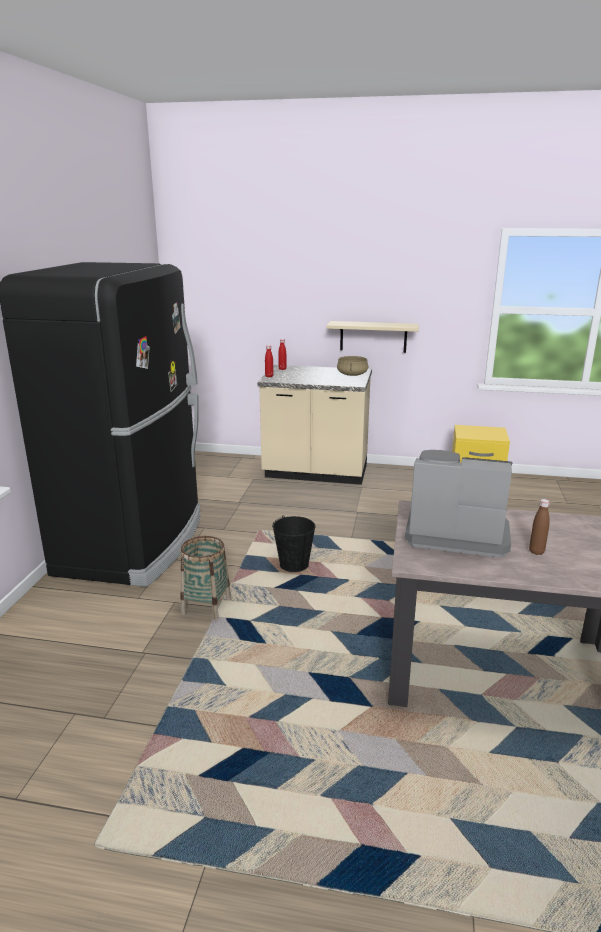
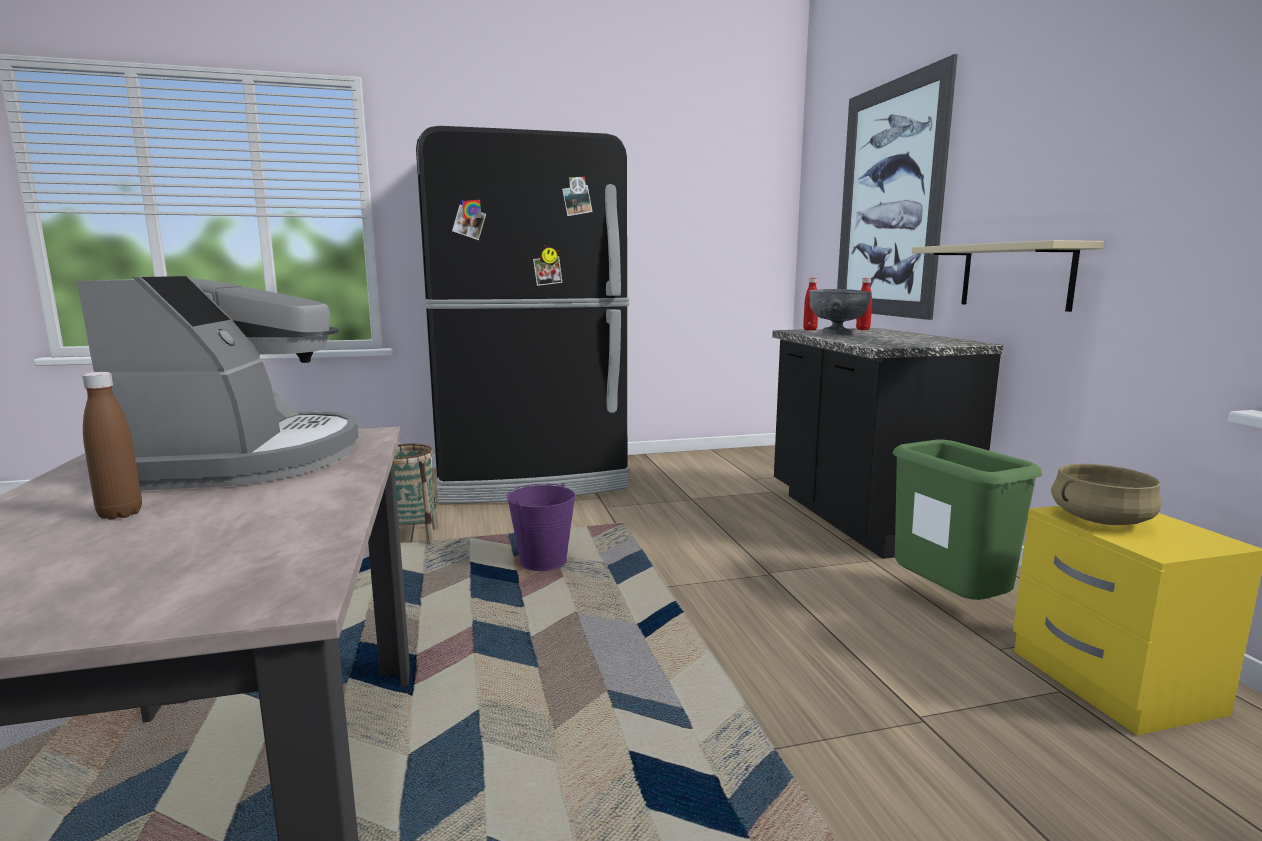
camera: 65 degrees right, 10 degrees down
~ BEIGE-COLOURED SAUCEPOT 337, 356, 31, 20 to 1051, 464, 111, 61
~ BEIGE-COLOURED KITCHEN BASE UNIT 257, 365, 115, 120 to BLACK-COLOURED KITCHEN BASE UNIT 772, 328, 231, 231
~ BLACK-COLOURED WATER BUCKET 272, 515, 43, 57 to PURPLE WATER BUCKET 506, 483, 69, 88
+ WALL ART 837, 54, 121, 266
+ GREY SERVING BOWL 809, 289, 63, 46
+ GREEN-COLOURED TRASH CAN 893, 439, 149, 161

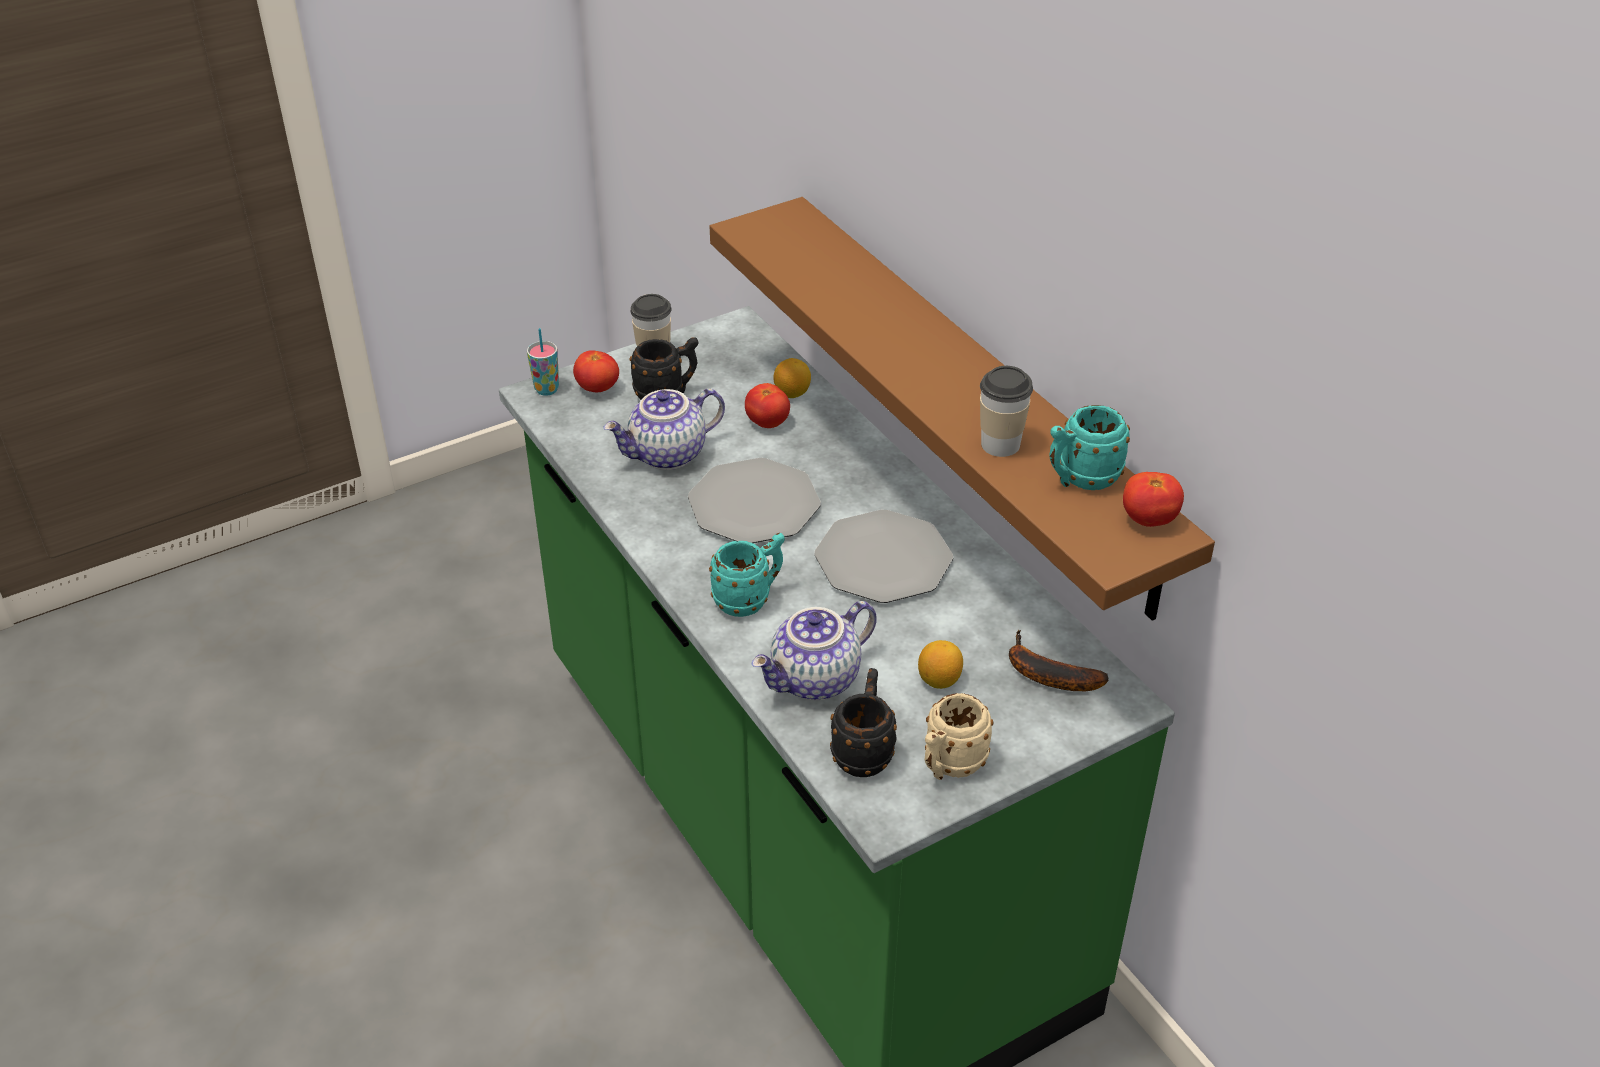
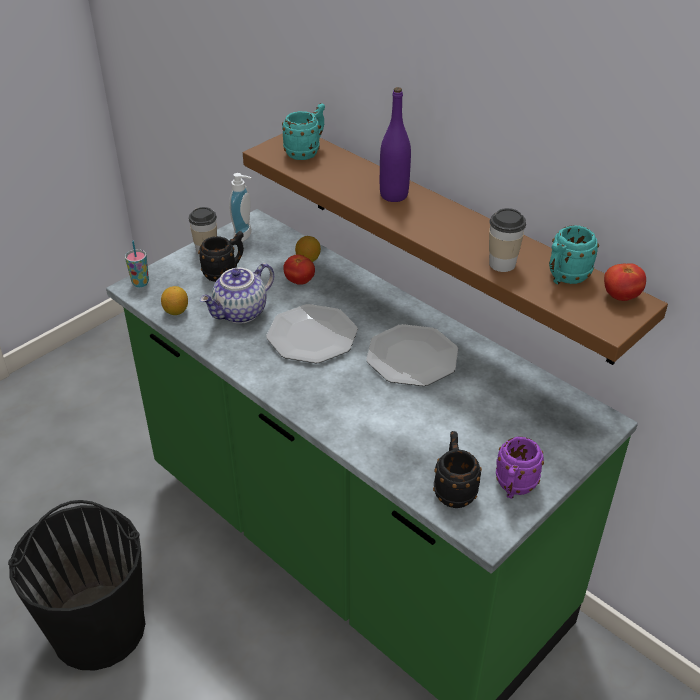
camera: 15 degrees left, 0 degrees up
- WHOLE TOMATO 573, 350, 46, 42
~ BLUE-GREEN COFFEE MUG 709, 533, 76, 84 to 282, 103, 43, 57
- POT FOR TEA 752, 601, 125, 99
- BANANA 1009, 630, 99, 61
~ LEMON 918, 640, 45, 49 to 161, 286, 27, 29
~ BEIGE-COLOURED COFFEE MUG 924, 693, 70, 87 to PURPLE COFFEE MUG 496, 437, 48, 62
+ PURPLE BEVERAGE BOTTLE 380, 87, 31, 115
+ LIQUID SOAP BOTTLE 229, 173, 23, 69
+ BLACK-COLOURED WATER BUCKET 8, 500, 138, 170

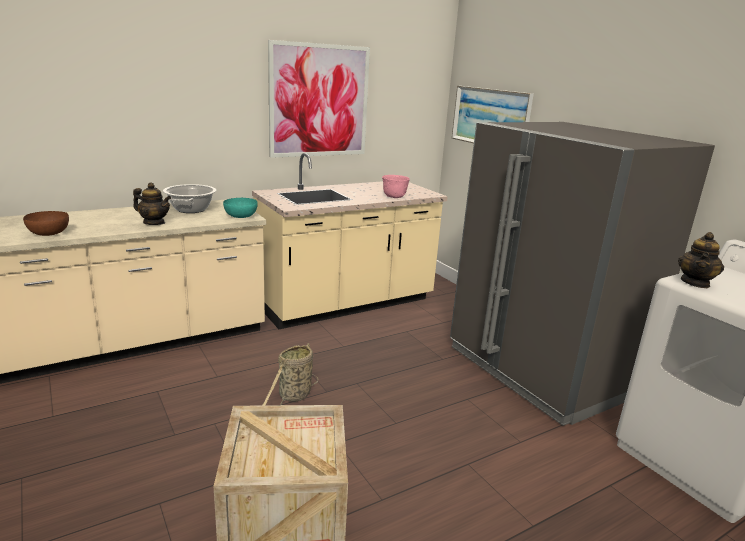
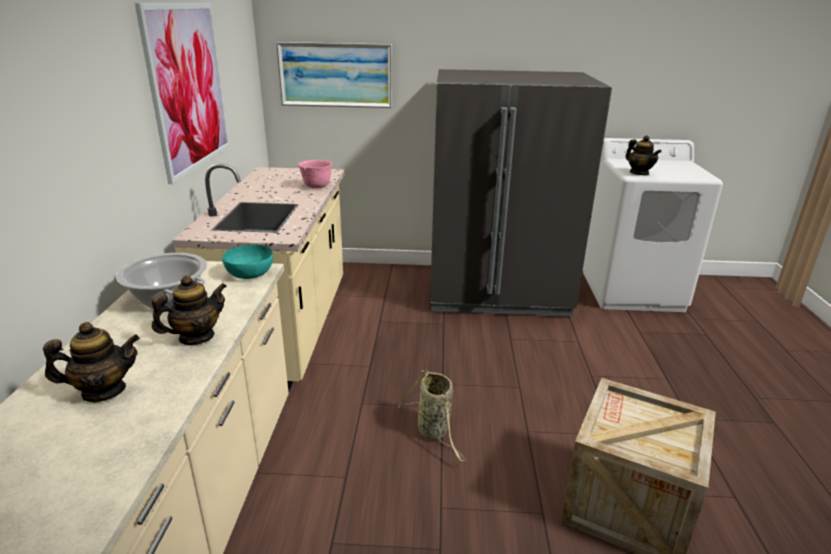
camera: 55 degrees left, 5 degrees up
- BROWNISH SERVING BOWL 23, 211, 46, 25
+ POT FOR TEA 43, 322, 97, 80

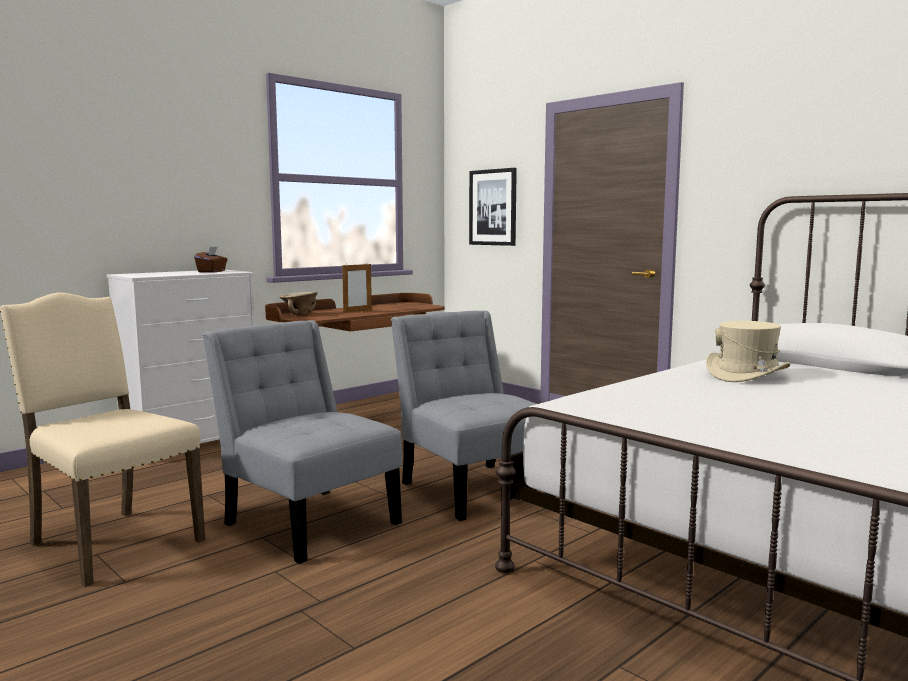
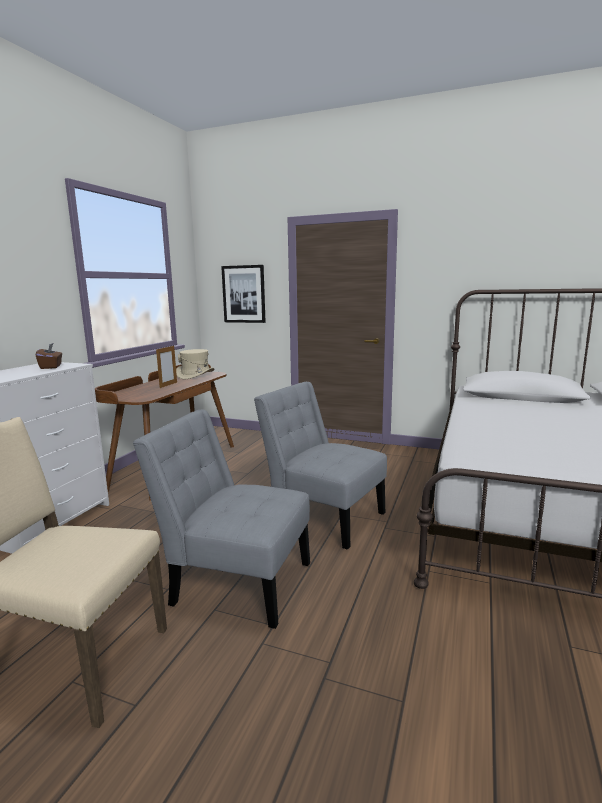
camera: 25 degrees left, 5 degrees up
- BEIGE-COLOURED SERVING BOWL 279, 292, 39, 23
~ BEIGE-COLOURED WEARABLE HAT 706, 321, 84, 61 to 176, 349, 39, 30

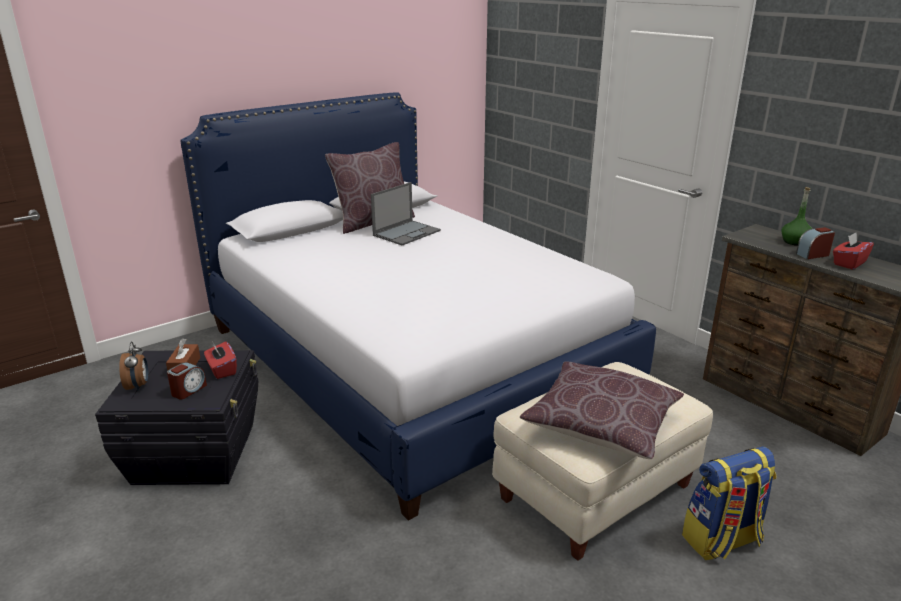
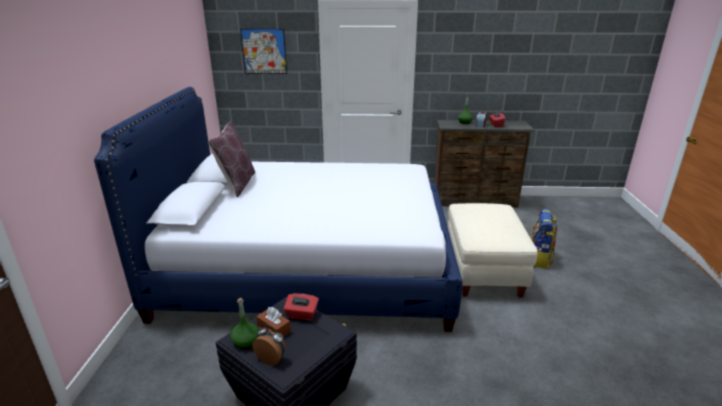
camera: 50 degrees left, 0 degrees up
- NOTEBOOK COMPUTER 371, 182, 70, 63
- BROWNISH THROW PILLOW 520, 361, 164, 98
- ALARM CLOCK 167, 362, 40, 37
+ WALL ART 240, 29, 47, 45
+ GREEN-COLOURED BEVERAGE BOTTLE 231, 298, 28, 51

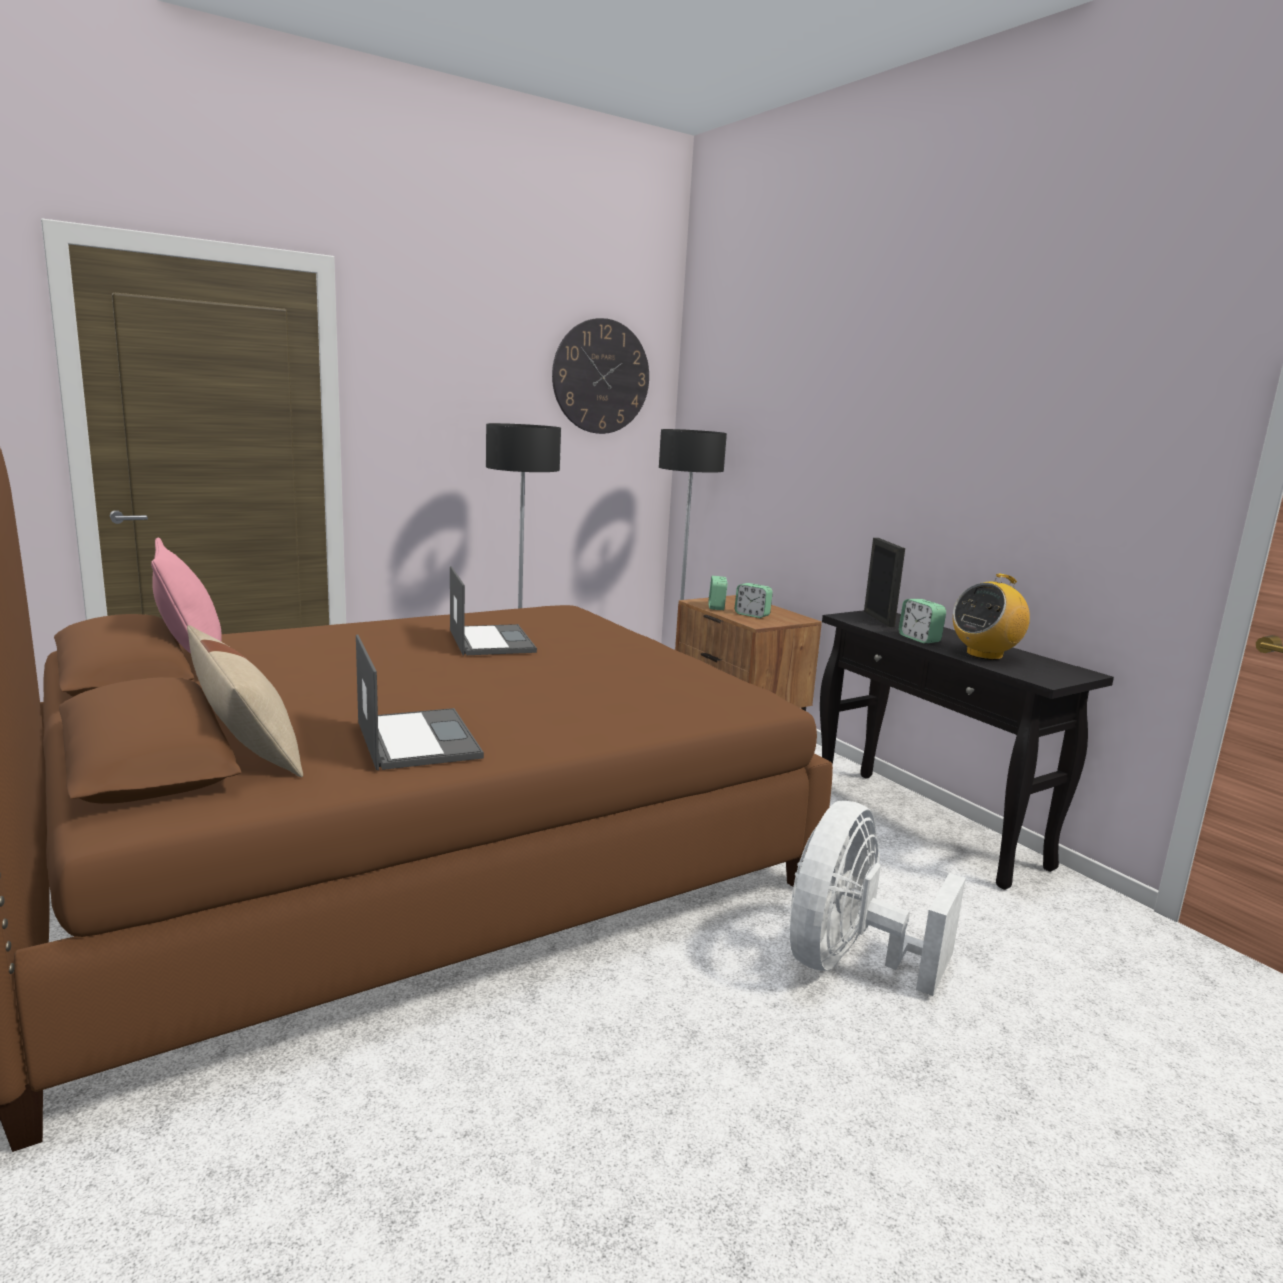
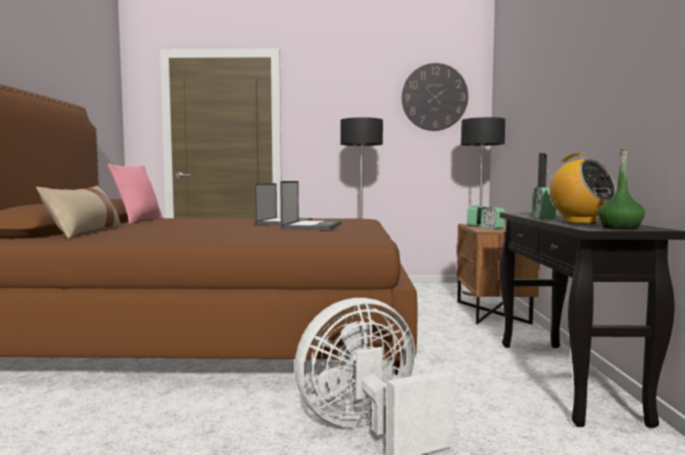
camera: 35 degrees right, 10 degrees down
~ RADIO 953, 574, 77, 86 = 548, 153, 69, 71 120 degrees counterclockwise
~ NOTEBOOK COMPUTER 356, 634, 128, 136 to 280, 181, 62, 49
+ GREEN-COLOURED BEVERAGE BOTTLE 598, 148, 47, 81

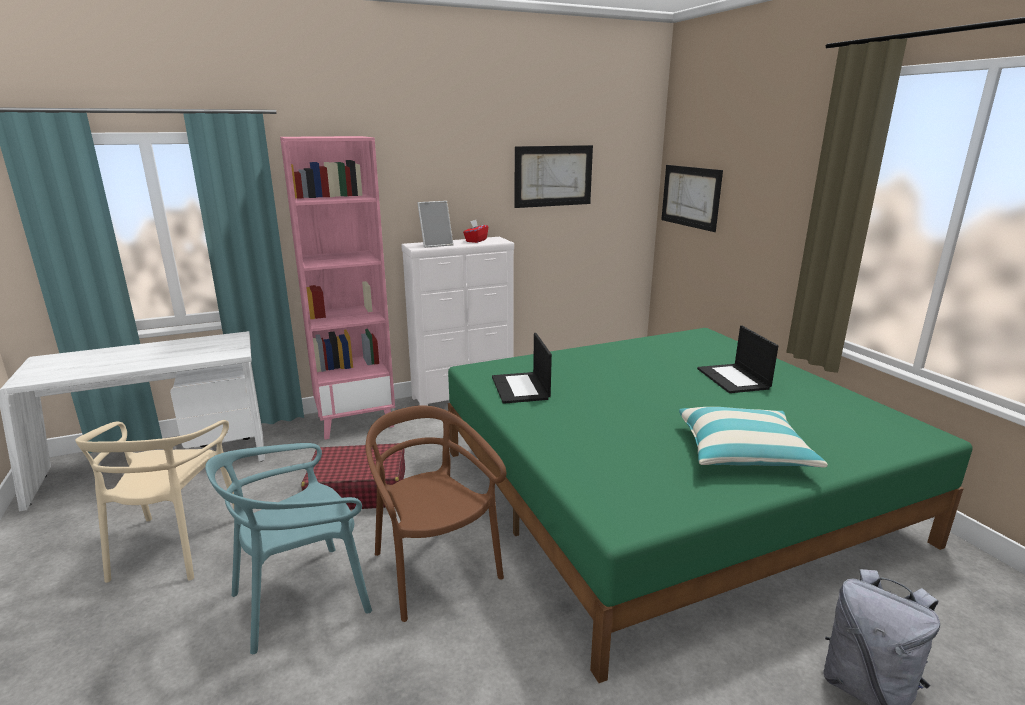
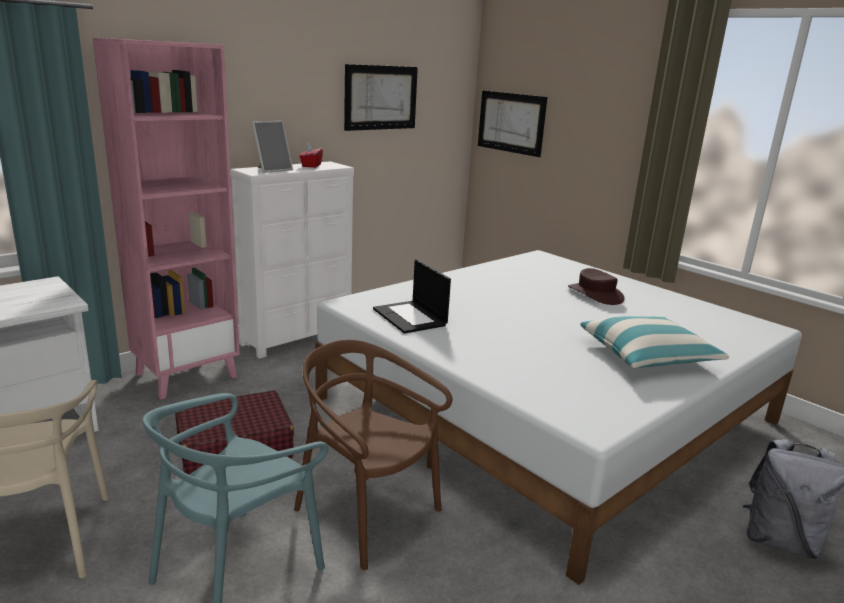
camera: 20 degrees left, 0 degrees up
~ NOTEBOOK COMPUTER 697, 326, 81, 67 to BROWNISH WEARABLE HAT 568, 268, 57, 37
~ GREEN-COLOURED BED 448, 328, 525, 355 to WHITE BED 315, 250, 487, 335

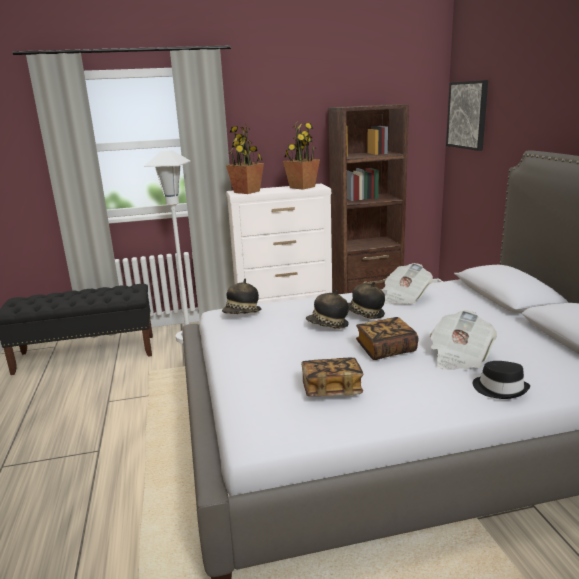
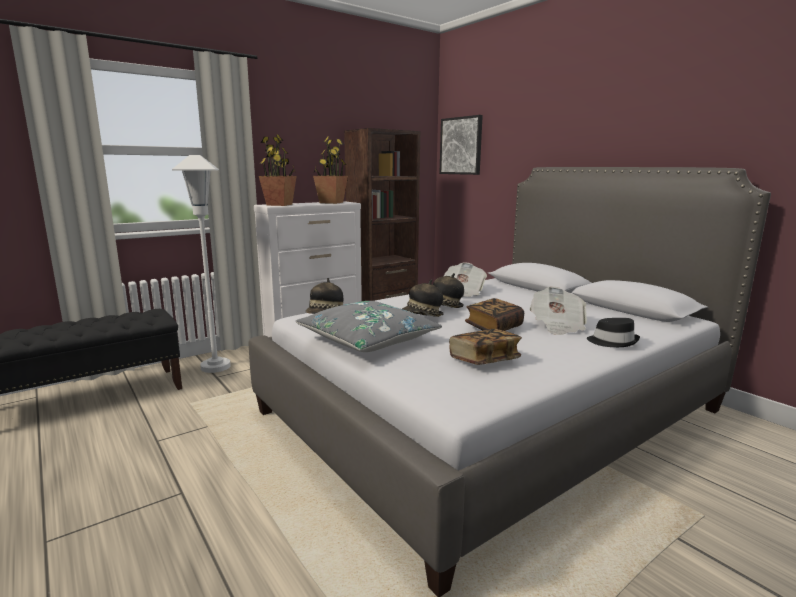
camera: 25 degrees left, 5 degrees down
+ GREY THROW PILLOW 296, 301, 146, 51

